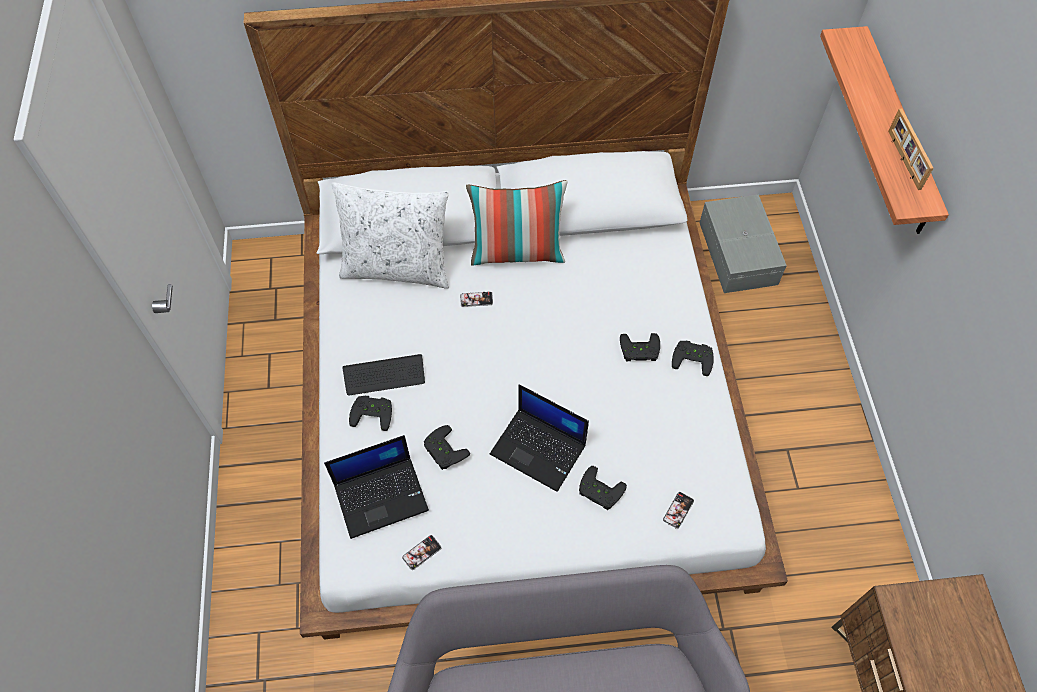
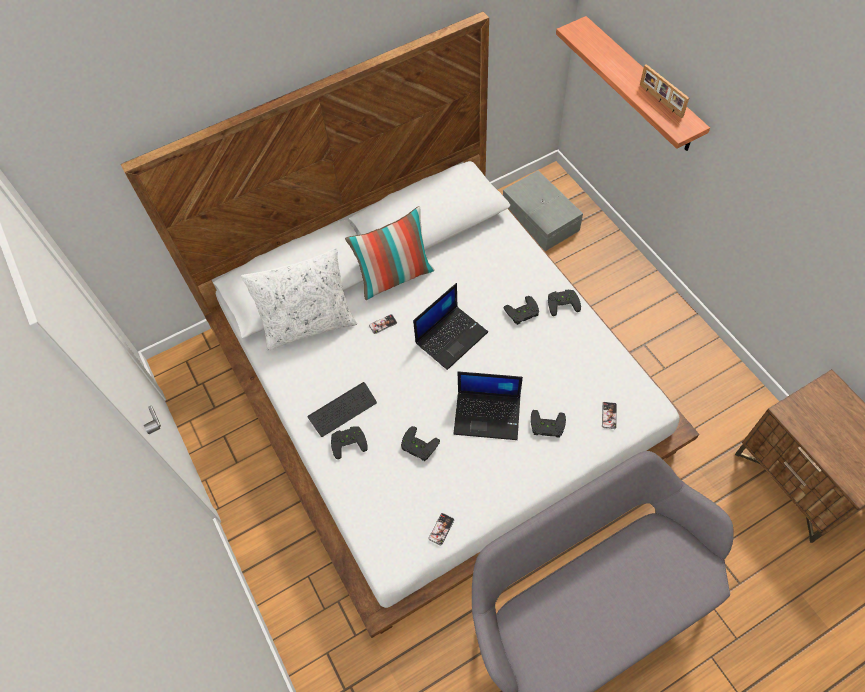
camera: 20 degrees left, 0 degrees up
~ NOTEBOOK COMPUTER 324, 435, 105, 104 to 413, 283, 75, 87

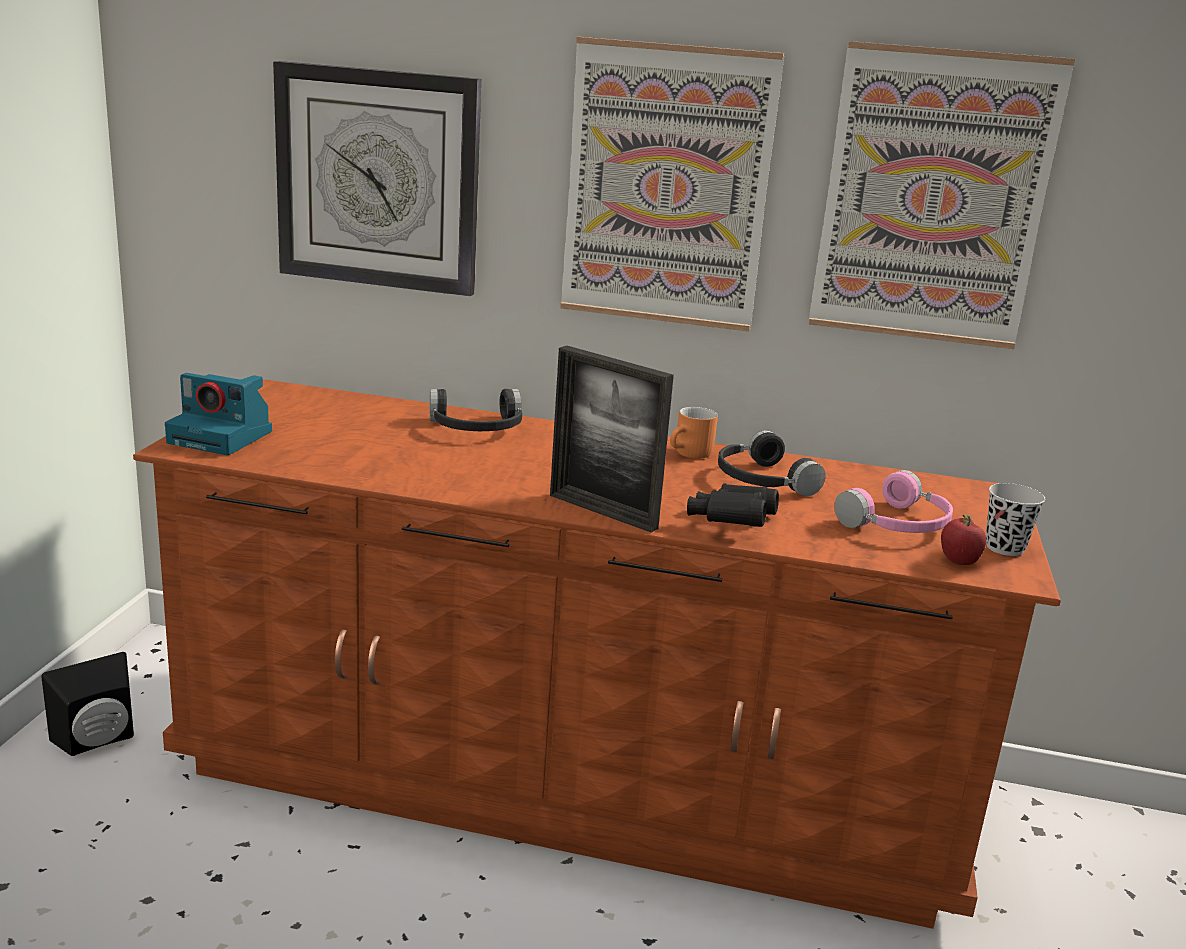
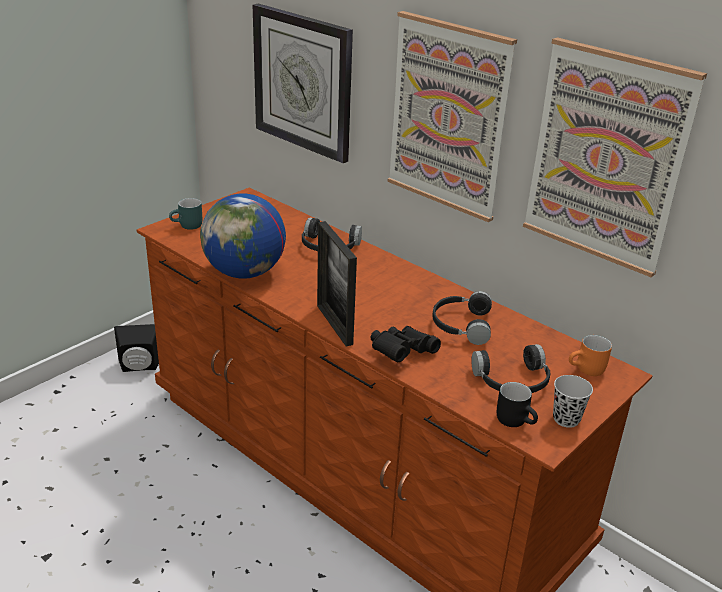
camera: 30 degrees right, 10 degrees up
~ PHOTO CAMERA 165, 373, 107, 82 to BLUE-GREEN COFFEE MUG 169, 198, 33, 32
~ ORANGEY COFFEE MUG 670, 407, 48, 52 to 569, 335, 43, 41
~ PINK-COLOURED HEADSET 834, 470, 119, 63 to BLACK-COLOURED HEADSET 471, 344, 79, 49
~ APPLE 941, 514, 45, 51 to BLACK-COLOURED COFFEE MUG 497, 382, 41, 45
+ GLOBE 200, 193, 86, 86

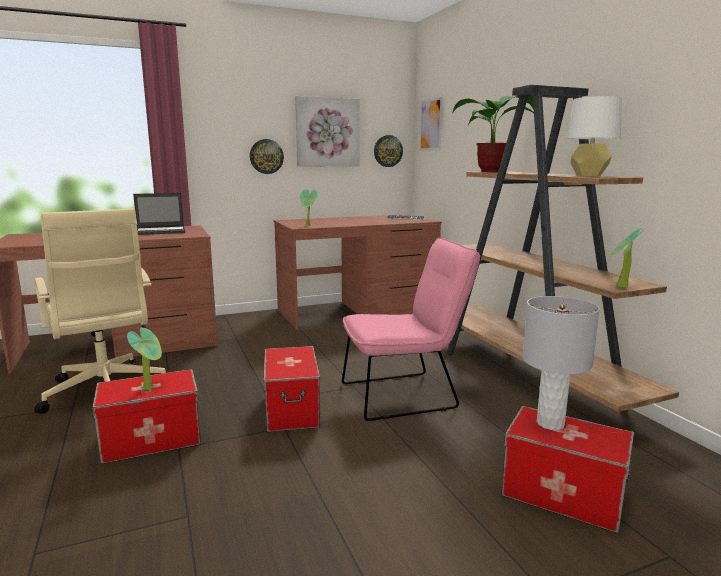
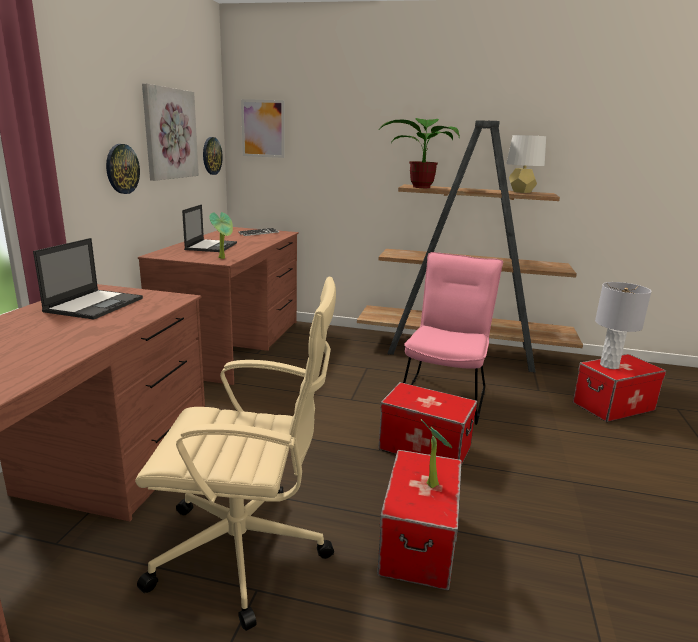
camera: 55 degrees left, 5 degrees up
- HOUSEPLANT 611, 228, 33, 60
+ NOTEBOOK COMPUTER 182, 204, 55, 48

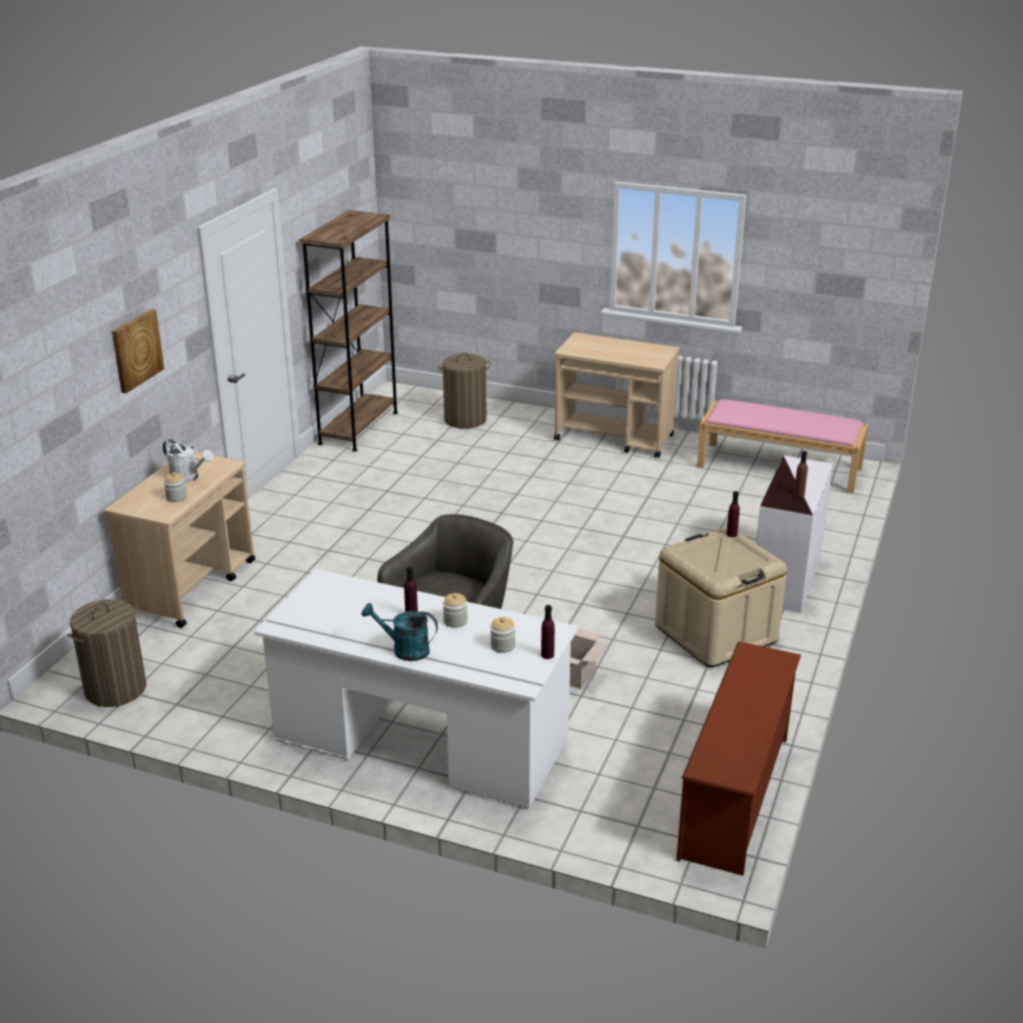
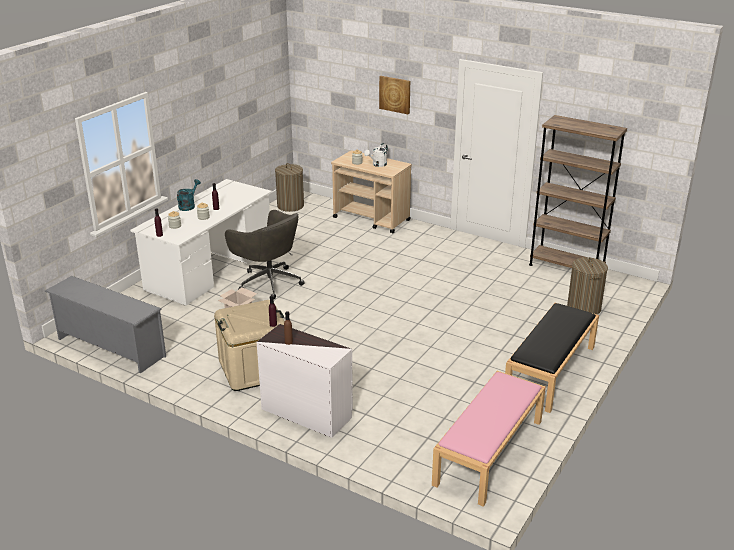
camera: 100 degrees right, 0 degrees up
~ BEIGE-COLOURED TROLLEY 554, 333, 126, 125 to BLACK-COLOURED INDOOR BENCH 505, 303, 94, 110
~ BROWNISH SHOE SHELF 676, 642, 125, 234 to GREY SHOE SHELF 45, 276, 121, 98

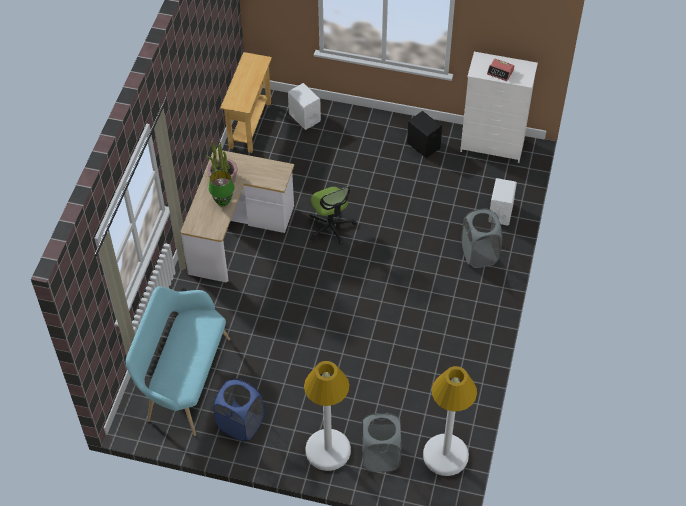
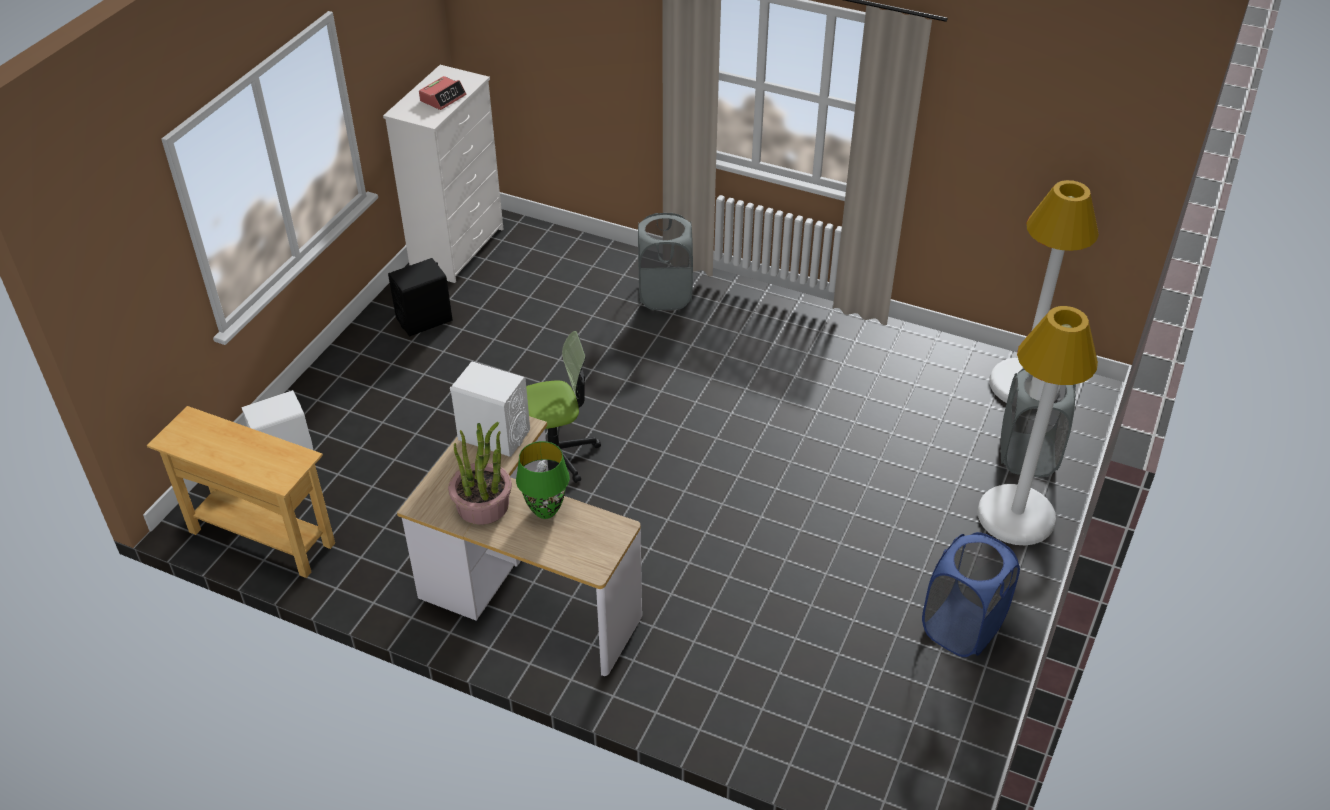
camera: 80 degrees left, 10 degrees down
~ WHITE SPEAKER 490, 178, 27, 48 to 450, 362, 80, 95
- BLUE-GREEN INDOOR BENCH 126, 286, 104, 150

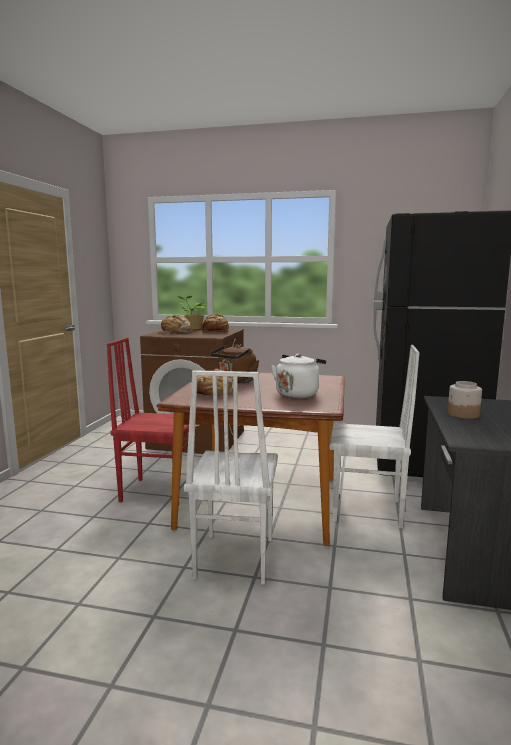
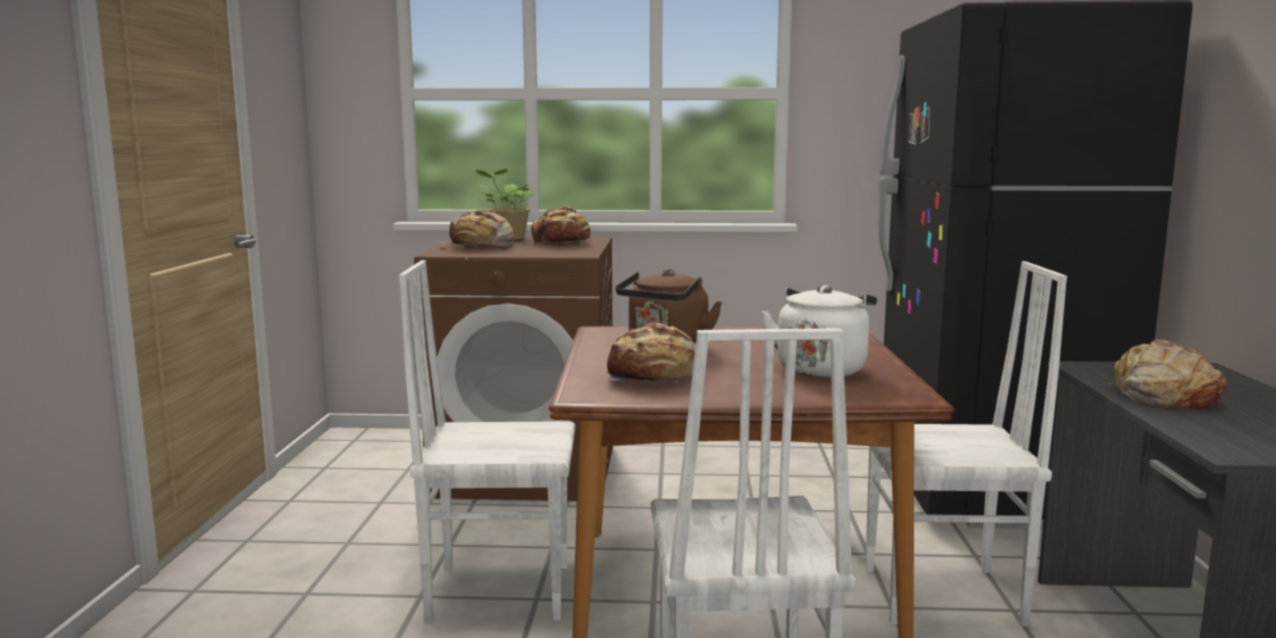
camera: 10 degrees left, 0 degrees up
~ REDDISH CHAIR 107, 338, 82, 164 to WHITE CHAIR 399, 260, 176, 362
~ JAR 448, 381, 34, 38 to BAKED BREAD 1109, 339, 118, 70

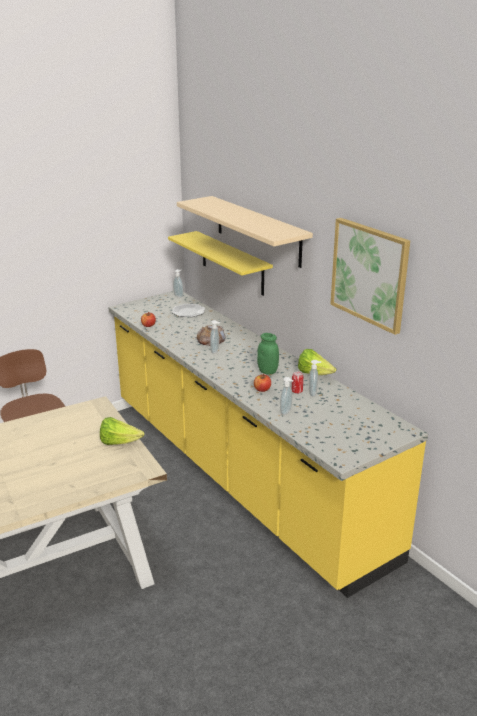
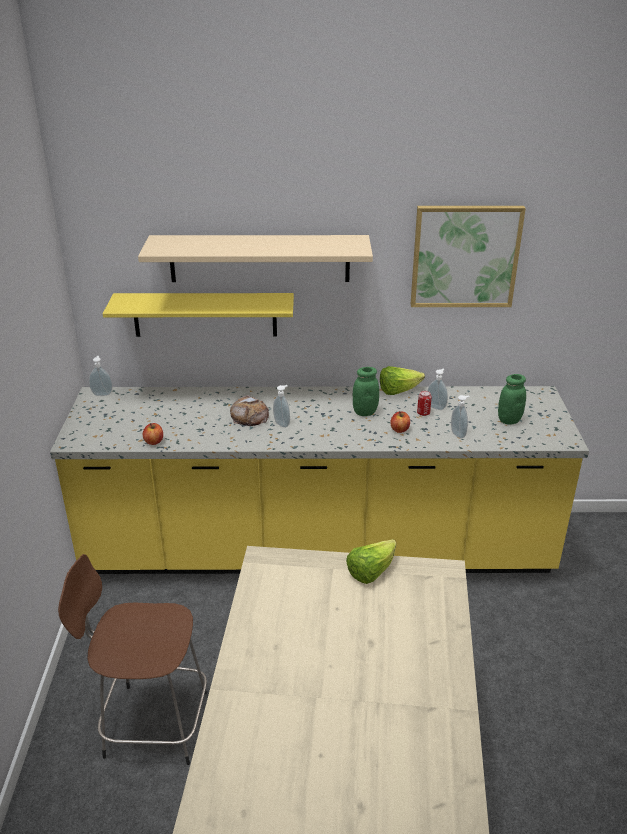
camera: 55 degrees left, 5 degrees up
- PLATE 172, 304, 33, 13
+ GREEN-COLOURED JAR 498, 374, 28, 51

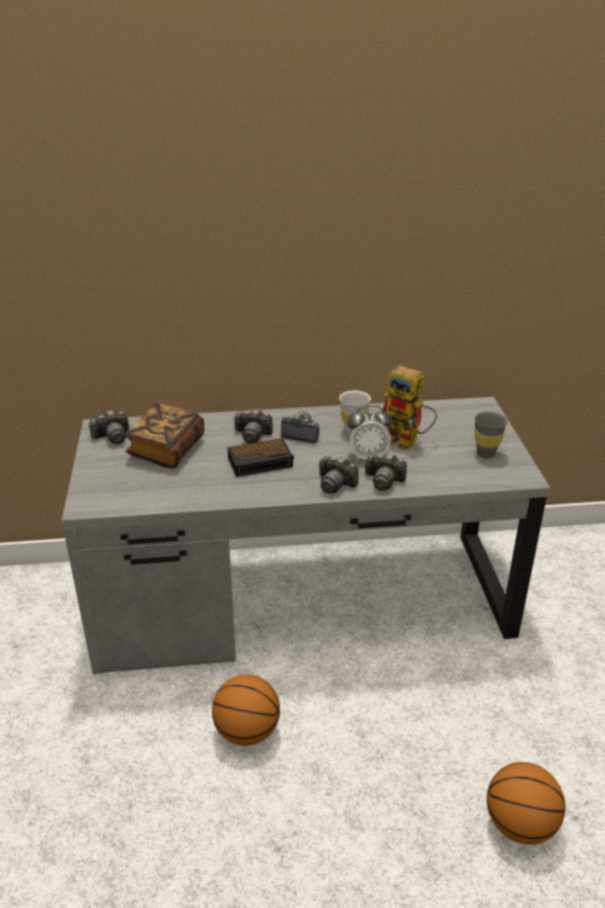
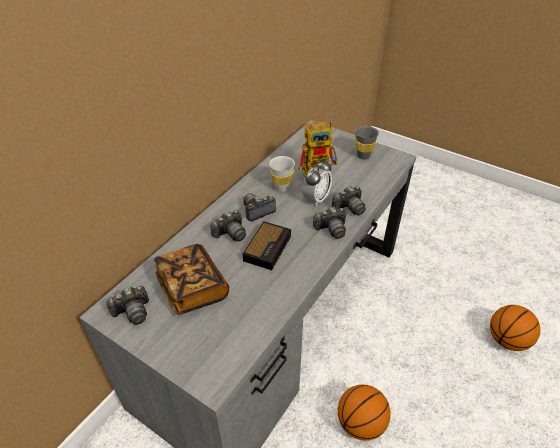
camera: 50 degrees left, 10 degrees up
~ PHOTO CAMERA 88, 410, 41, 34 = 106, 286, 43, 39 45 degrees clockwise

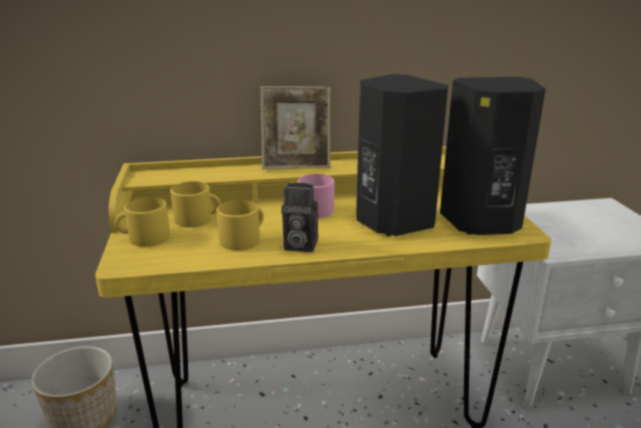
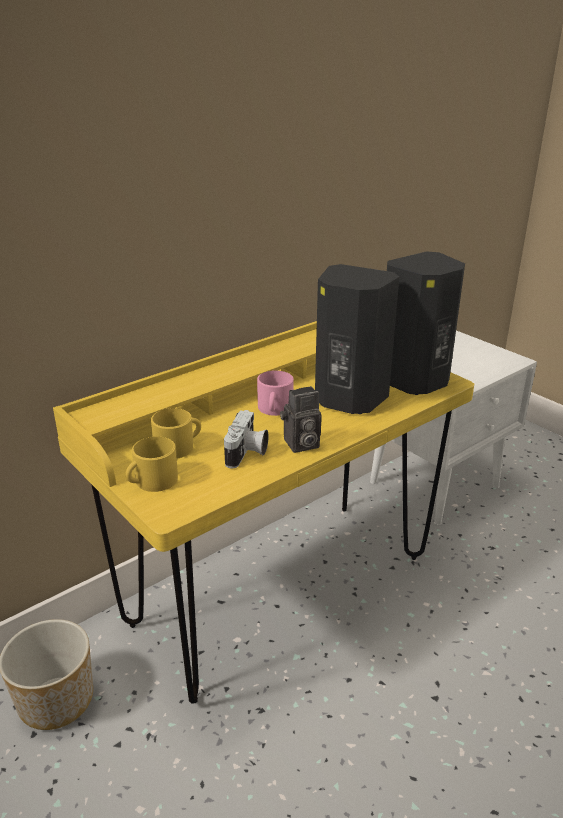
camera: 30 degrees left, 5 degrees up
- STANDING FRAME 261, 86, 69, 83
~ YELLOW-COLOURED COFFEE MUG 217, 200, 47, 51 to PHOTO CAMERA 224, 410, 45, 59

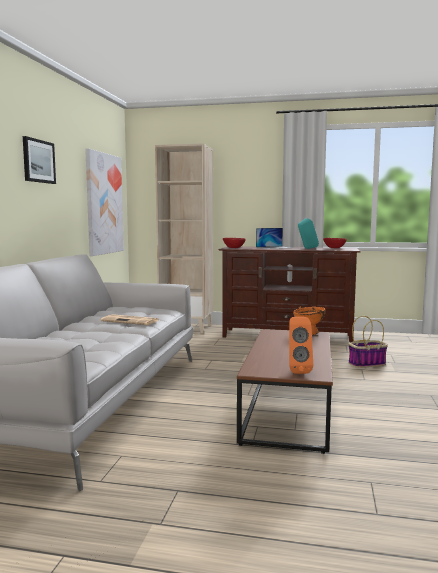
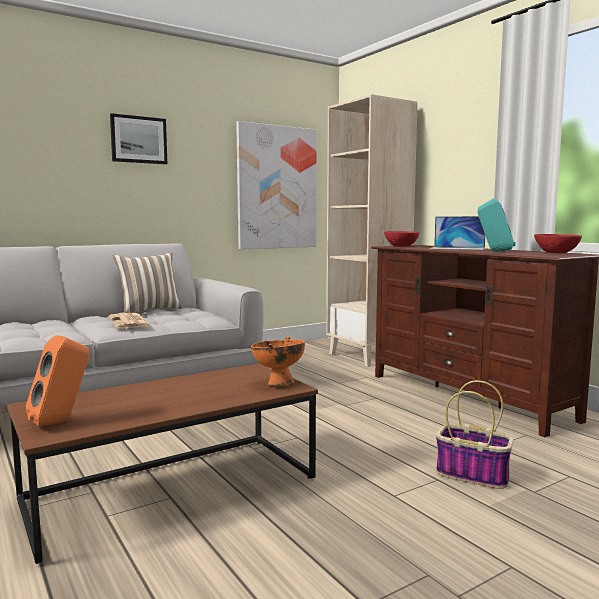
camera: 45 degrees right, 0 degrees up
+ THROW PILLOW 113, 252, 69, 61

